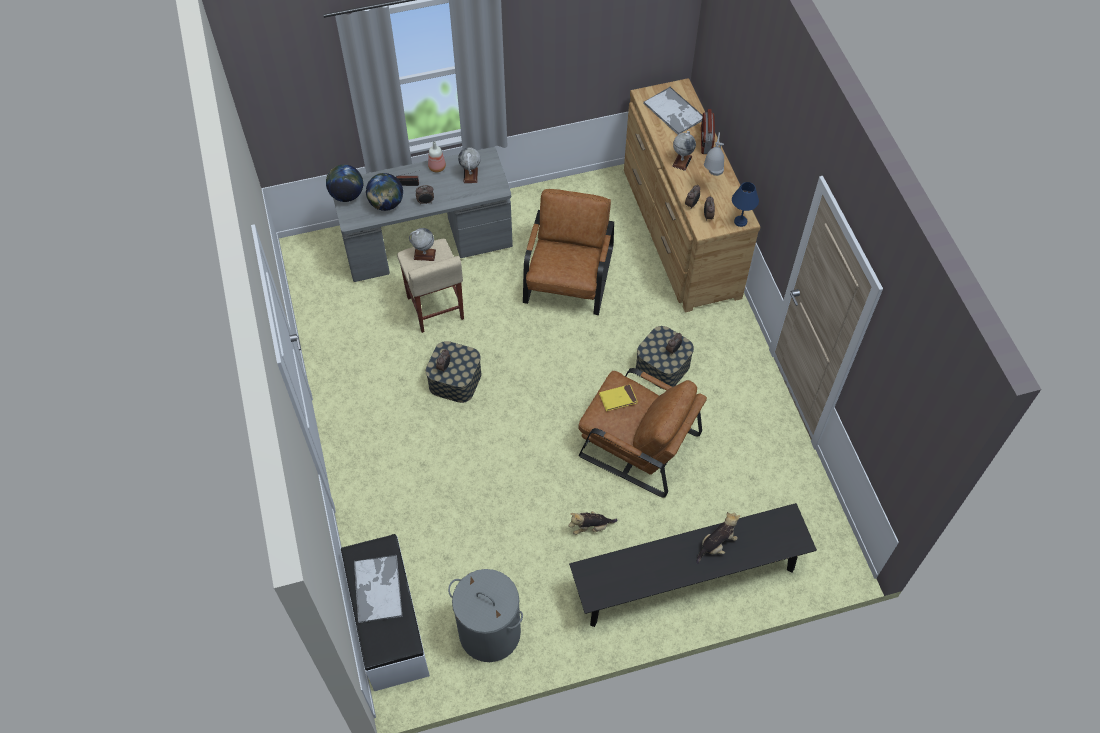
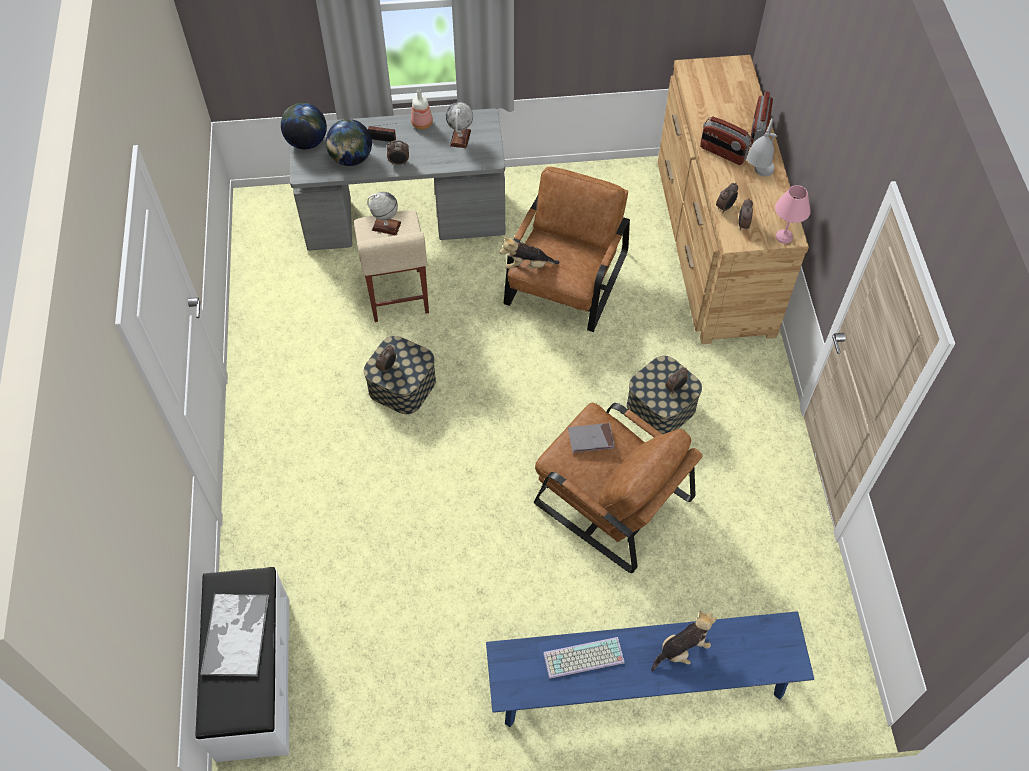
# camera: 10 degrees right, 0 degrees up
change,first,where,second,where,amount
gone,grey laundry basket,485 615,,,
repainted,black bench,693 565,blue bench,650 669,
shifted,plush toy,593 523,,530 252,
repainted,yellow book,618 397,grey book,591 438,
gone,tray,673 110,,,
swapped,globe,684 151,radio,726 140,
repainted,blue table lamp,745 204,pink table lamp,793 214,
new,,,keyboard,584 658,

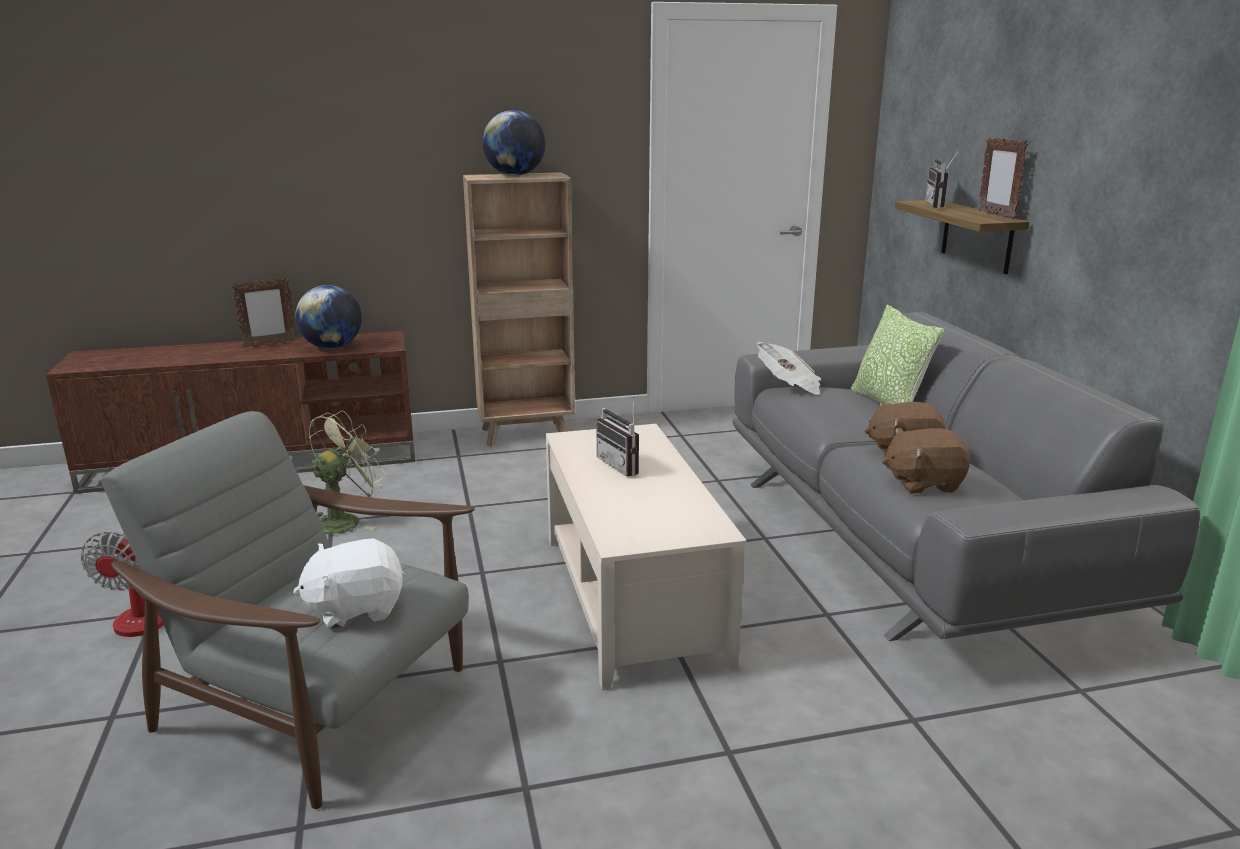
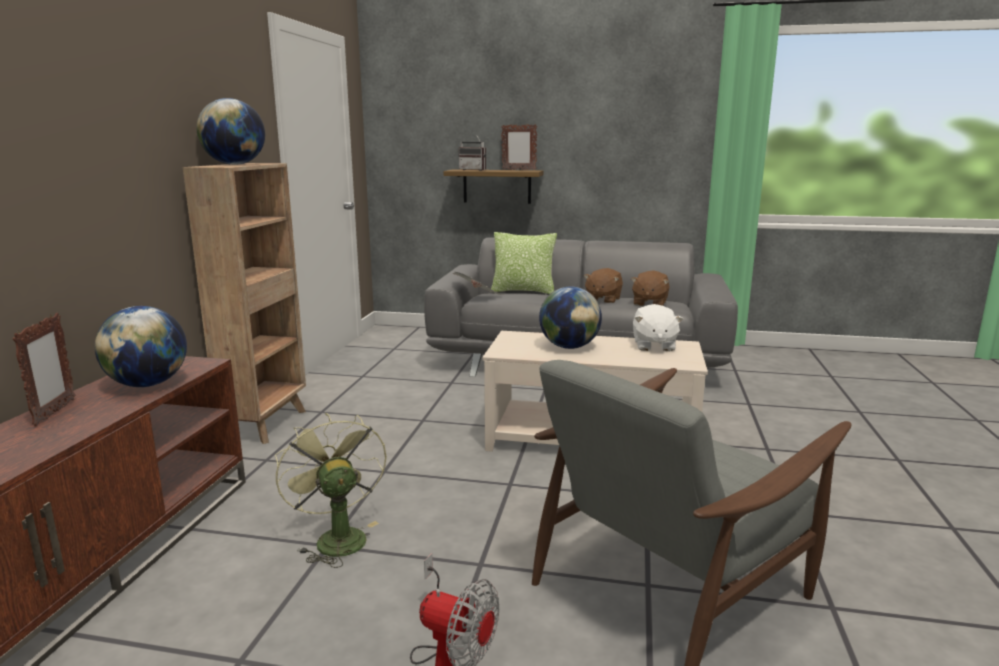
# camera: 65 degrees left, 5 degrees down
change,first,where,second,where,amount
shifted,white plush toy,349 583,,658 327,
swapped,radio,617 436,globe,570 317,

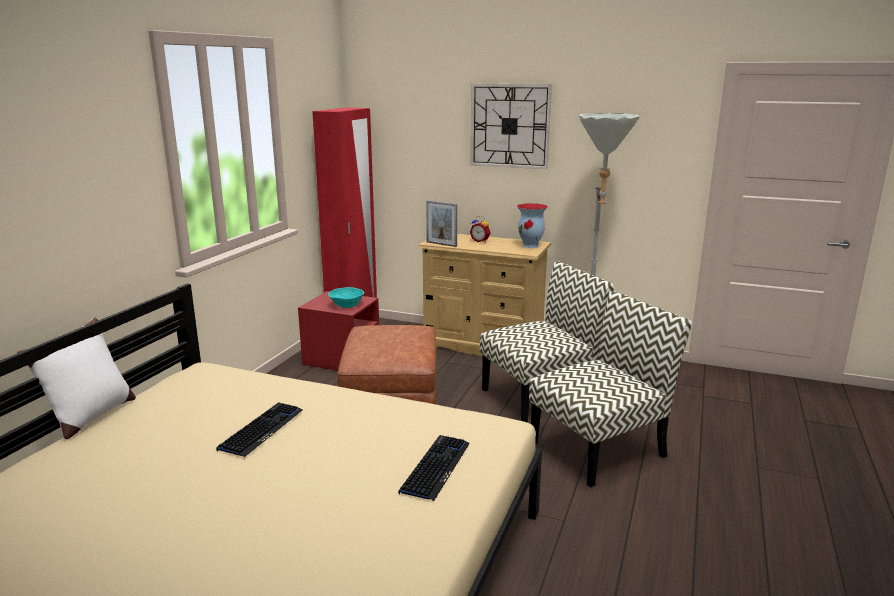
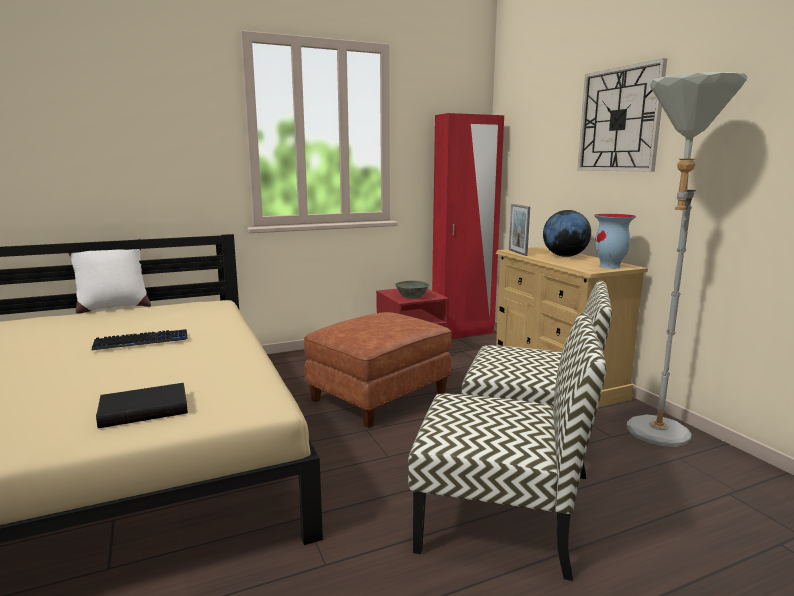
# camera: 45 degrees right, 5 degrees down
change,first,where,second,where,amount
repainted,turquoise bowl,346 297,grey bowl,412 290,
swapped,keyboard,434 468,black book,142 405,
swapped,alarm clock,480 229,globe,567 233,

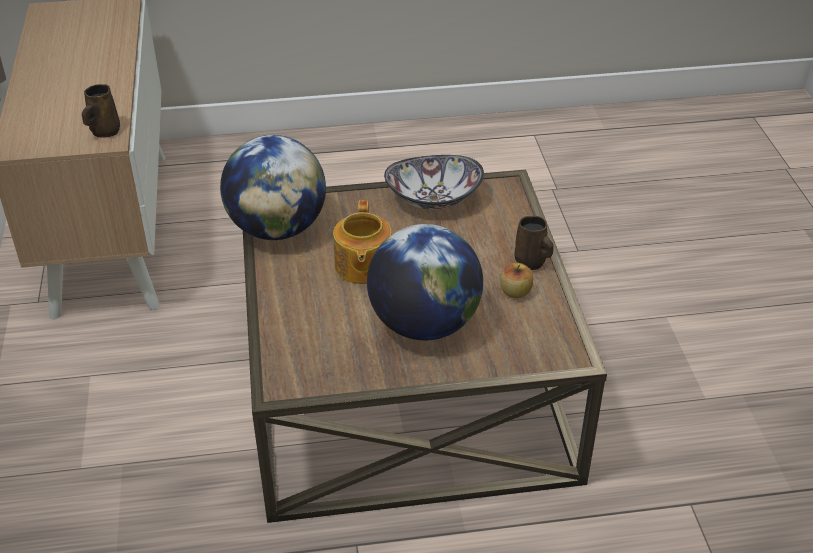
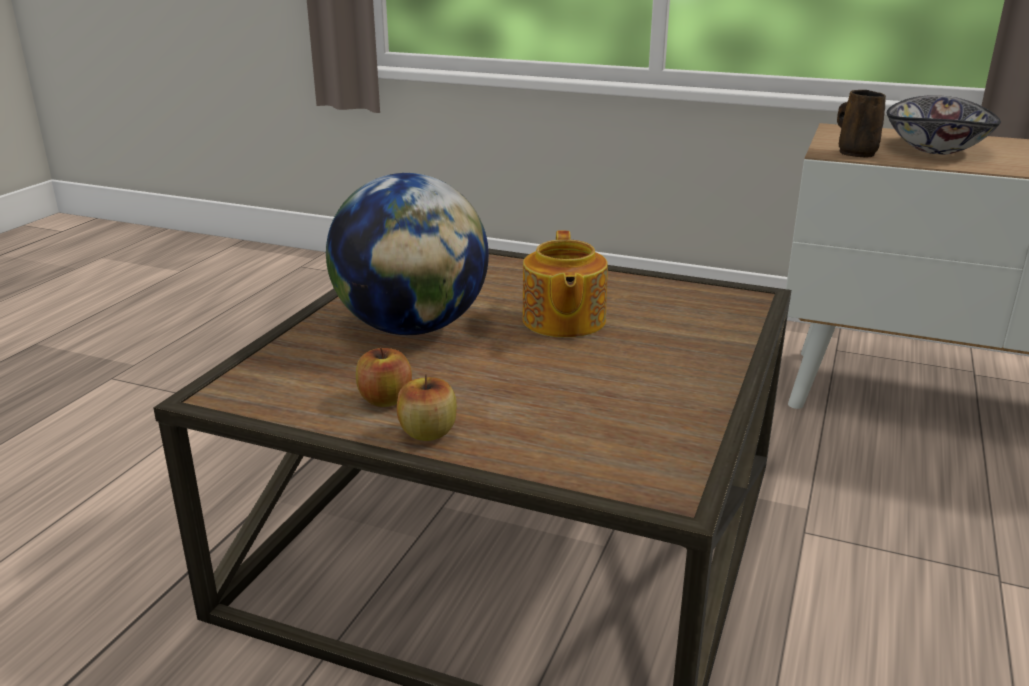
# camera: 120 degrees right, 15 degrees down
change,first,where,second,where,amount
gone,globe,273 187,,,
rotated,teapot,362 242,,565 284,120 degrees counterclockwise
shifted,bowl,434 182,,944 124,
swapped,brown mug,534 243,apple,427 407,

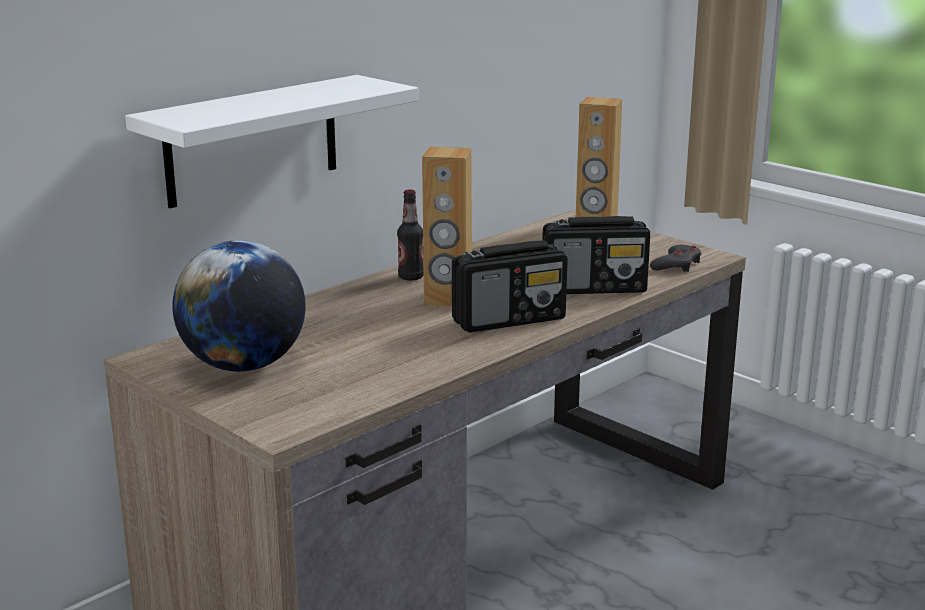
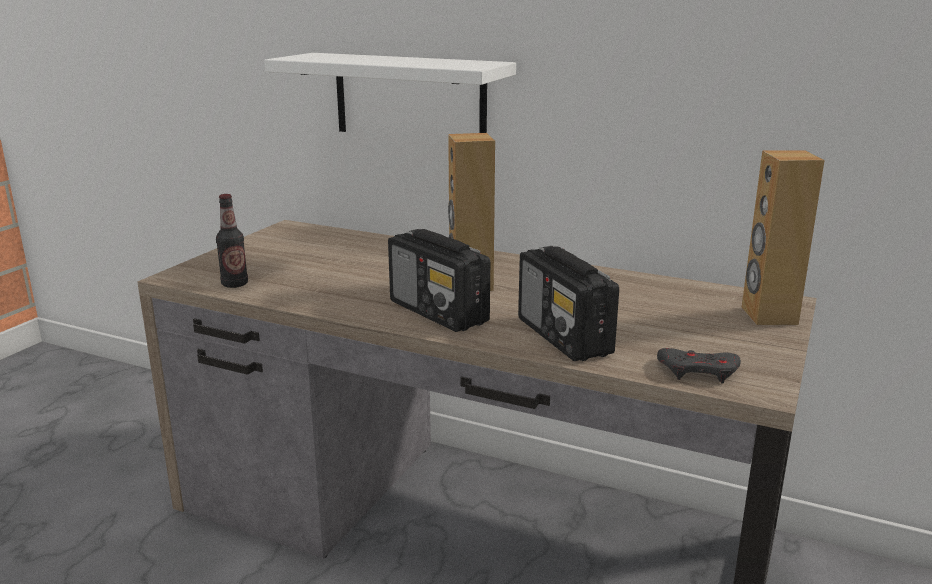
# camera: 70 degrees right, 0 degrees up
change,first,where,second,where,amount
gone,globe,239 306,,,
shifted,bottle,410 235,,232 241,

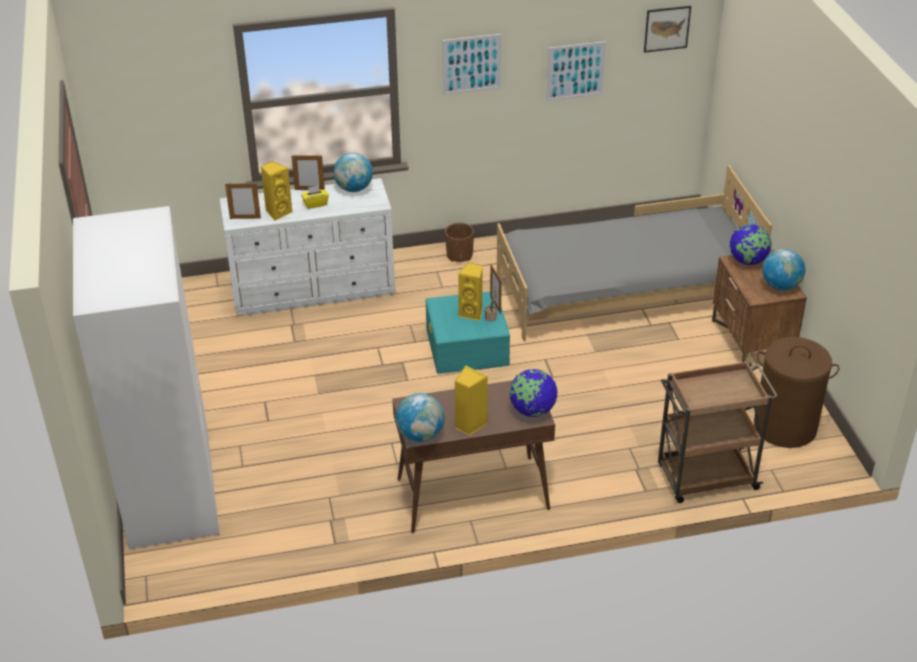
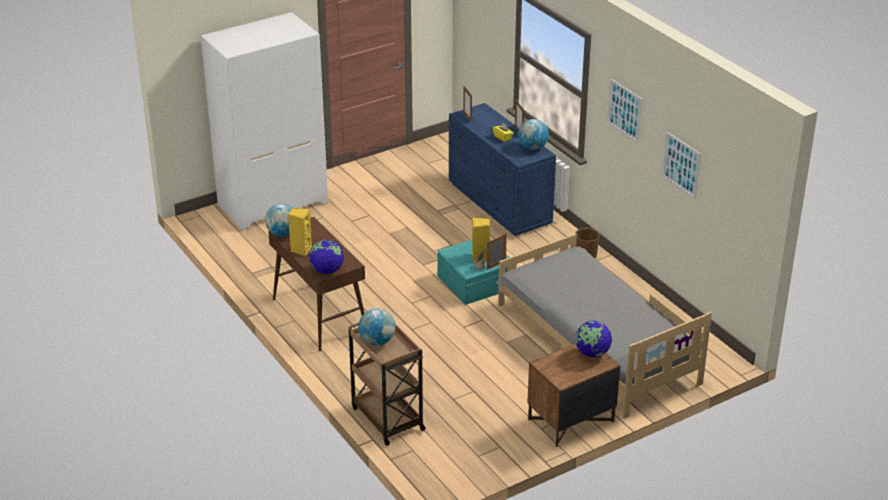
# camera: 70 degrees right, 5 degrees down
change,first,where,second,where,amount
repainted,white dresser,307 247,blue dresser,502 169,
gone,yellow speaker,276 191,,,
gone,picture,667 29,,,
gone,brown laundry basket,797 392,,,
shifted,globe,783 270,,376 327,

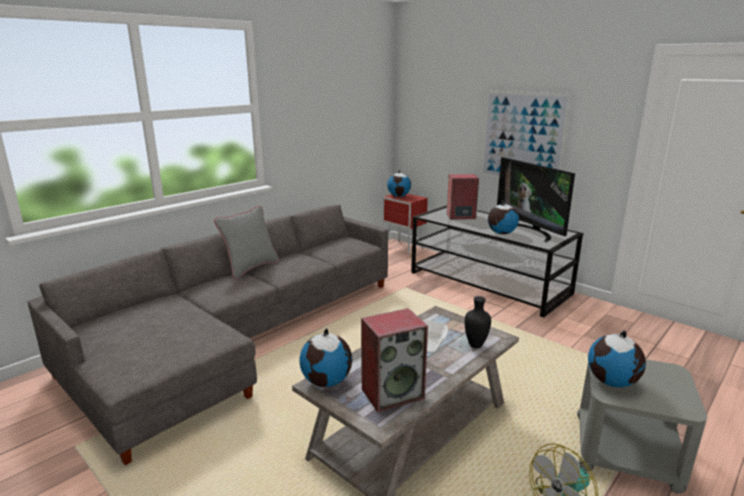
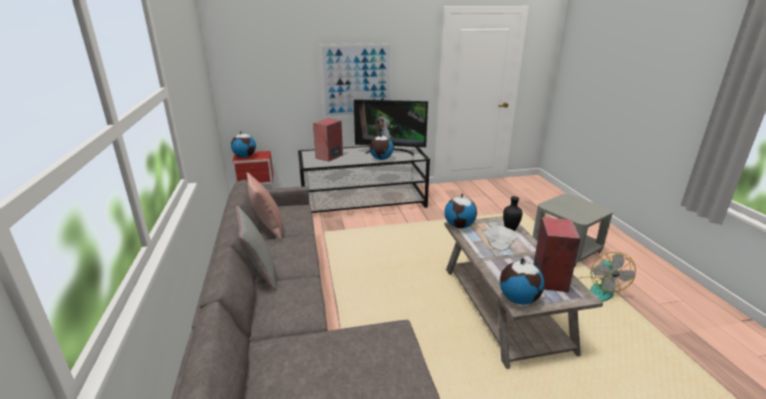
# camera: 55 degrees left, 5 degrees up
change,first,where,second,where,amount
shifted,globe,617 358,,461 210,
new,,,pink pillow,264 206,

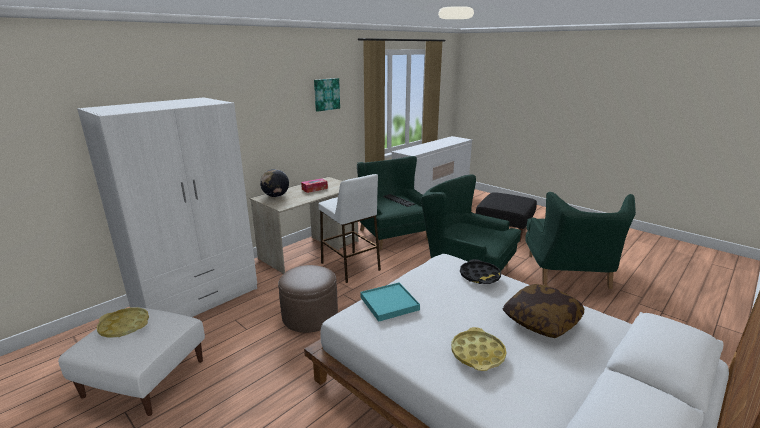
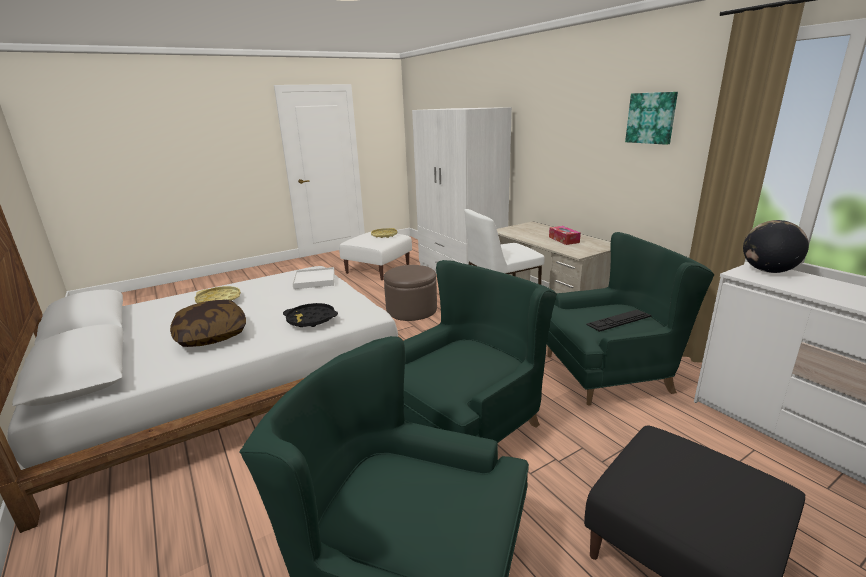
# camera: 105 degrees right, 0 degrees up
change,first,where,second,where,amount
shifted,globe,274 183,,776 246,
repainted,turquoise tray,390 302,white tray,313 278,

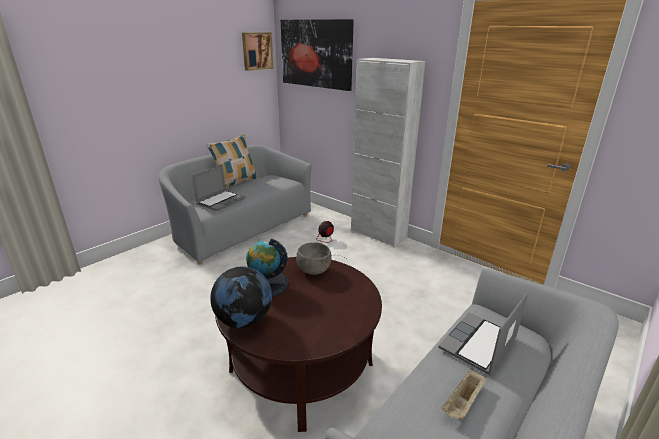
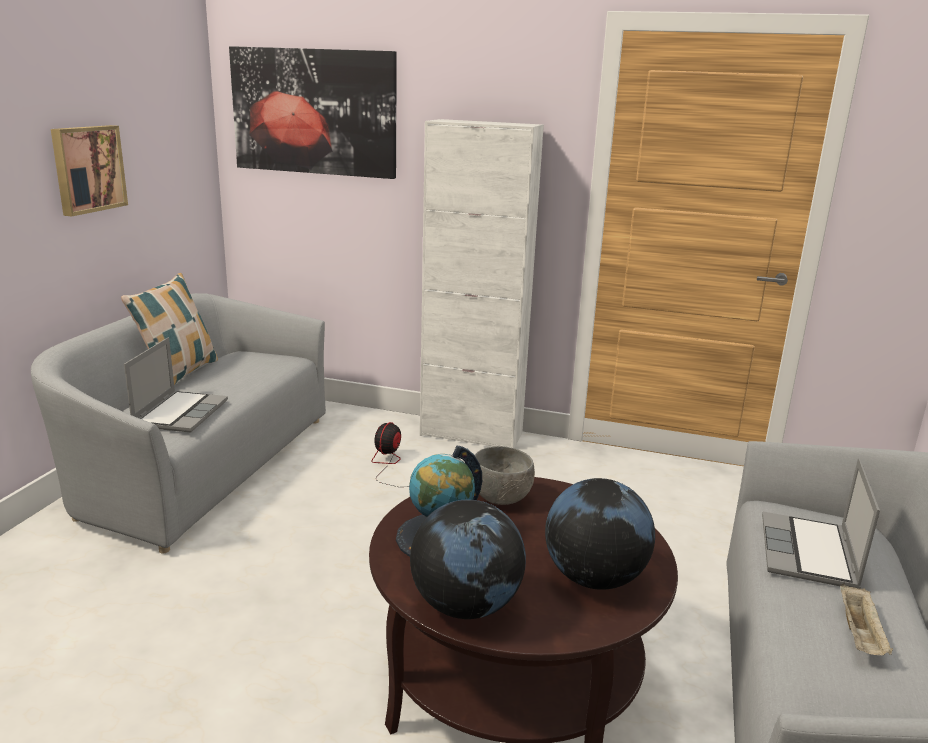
# camera: 25 degrees left, 5 degrees down
change,first,where,second,where,amount
shifted,picture,257 51,,89 170,
new,,,globe,600 534,

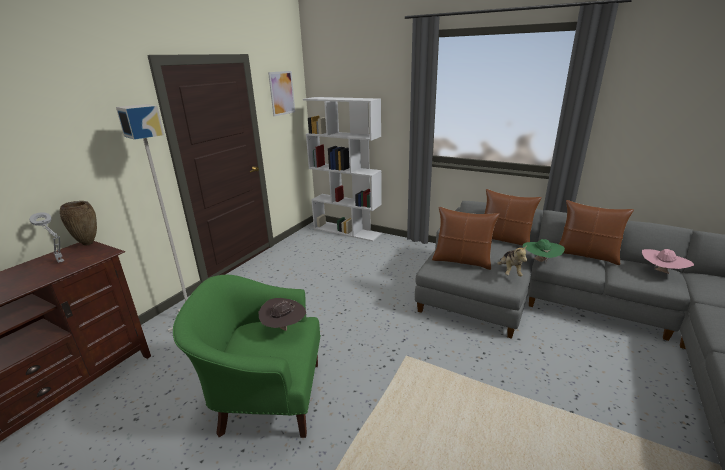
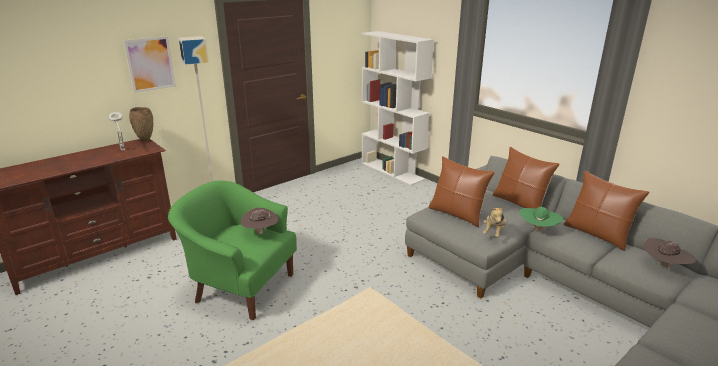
# camera: 20 degrees right, 0 degrees up
change,first,where,second,where,amount
shifted,picture,281 93,,149 64,
repainted,pink hat,668 261,brown hat,669 253,

